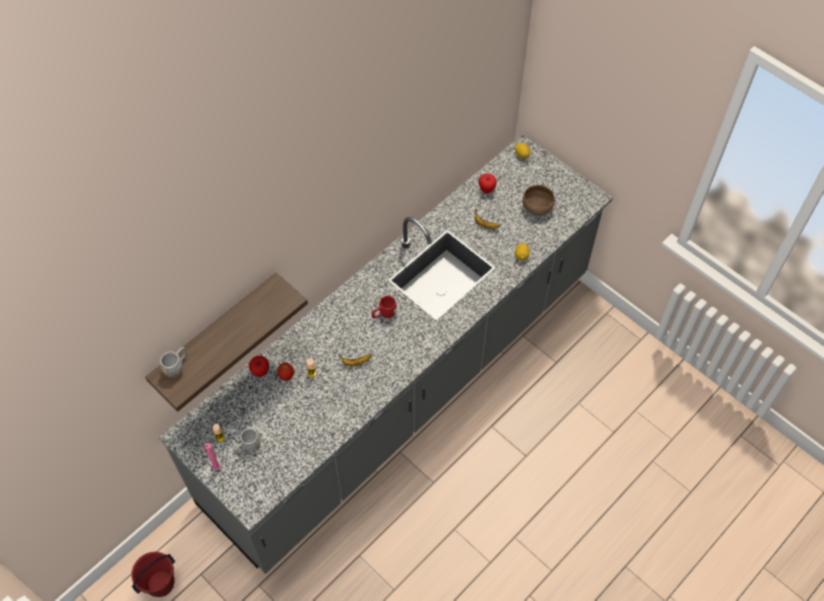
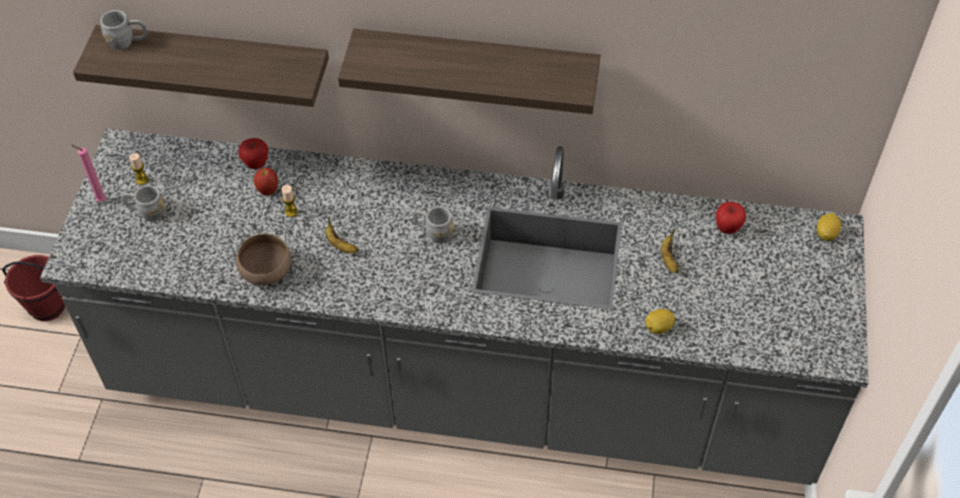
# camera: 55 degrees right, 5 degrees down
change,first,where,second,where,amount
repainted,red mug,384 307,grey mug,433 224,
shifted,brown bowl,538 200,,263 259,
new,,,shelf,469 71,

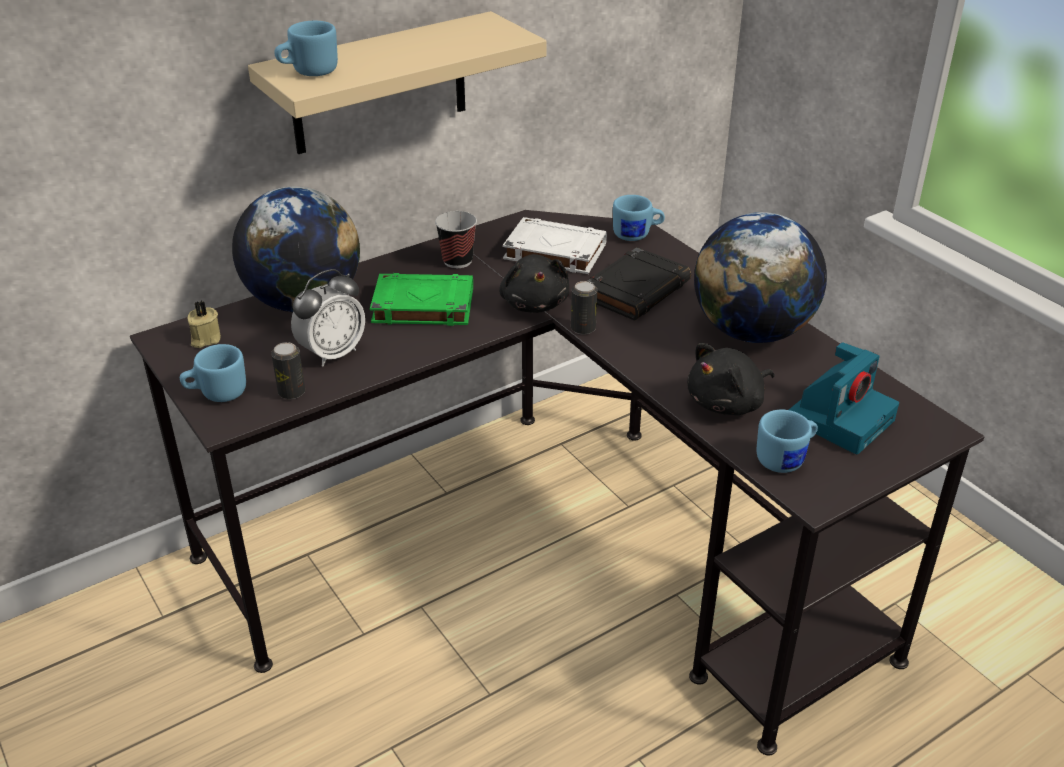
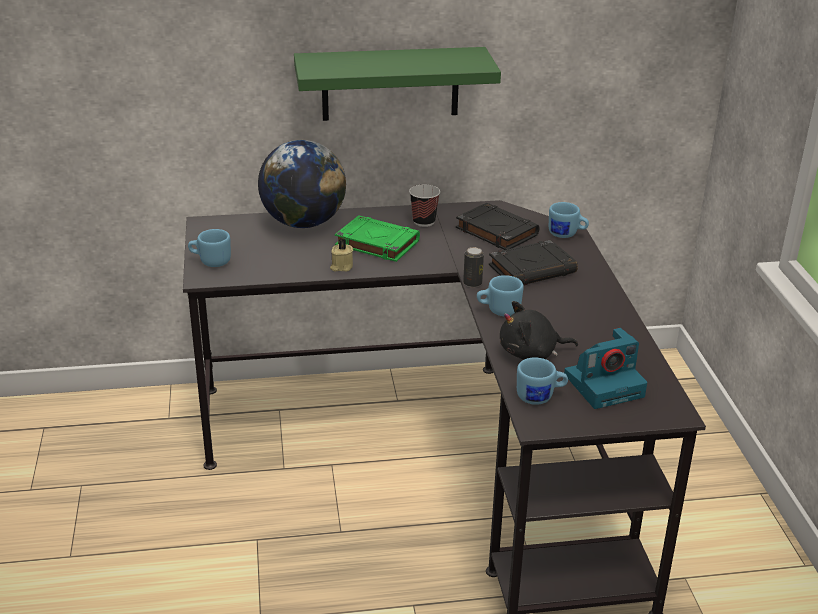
# camera: 25 degrees right, 5 degrees down
change,first,where,second,where,amount
shifted,beige candle,204 324,,341 255,
repainted,beige shelf,397 82,green shelf,397 84,
gone,can,288 371,,,
shifted,blue mug,306 48,,500 295,
gone,alarm clock,328 317,,,
gone,black plush toy,534 283,,,
repainted,white book,555 245,black book,497 226,
gone,globe,760 277,,,

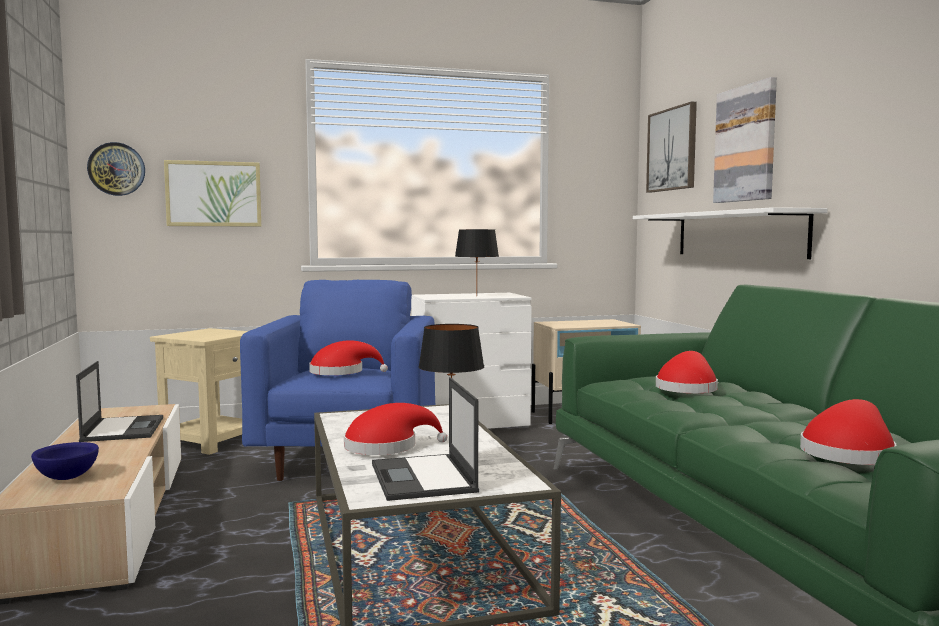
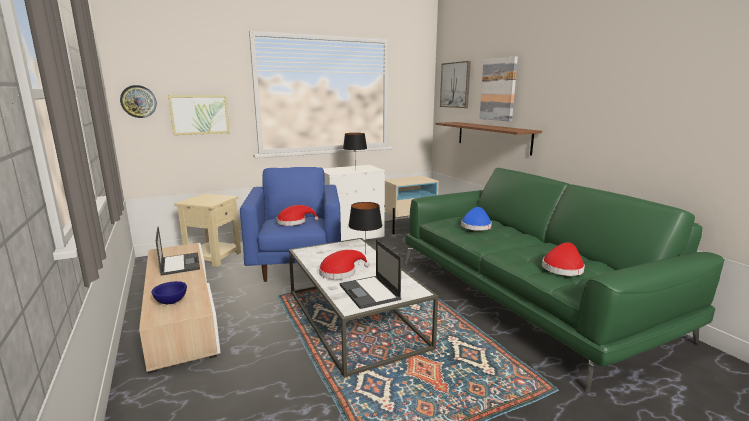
# camera: 10 degrees left, 10 degrees up
change,first,where,second,where,amount
repainted,white shelf,730 233,brown shelf,488 139,
repainted,red hat,687 372,blue hat,476 219,

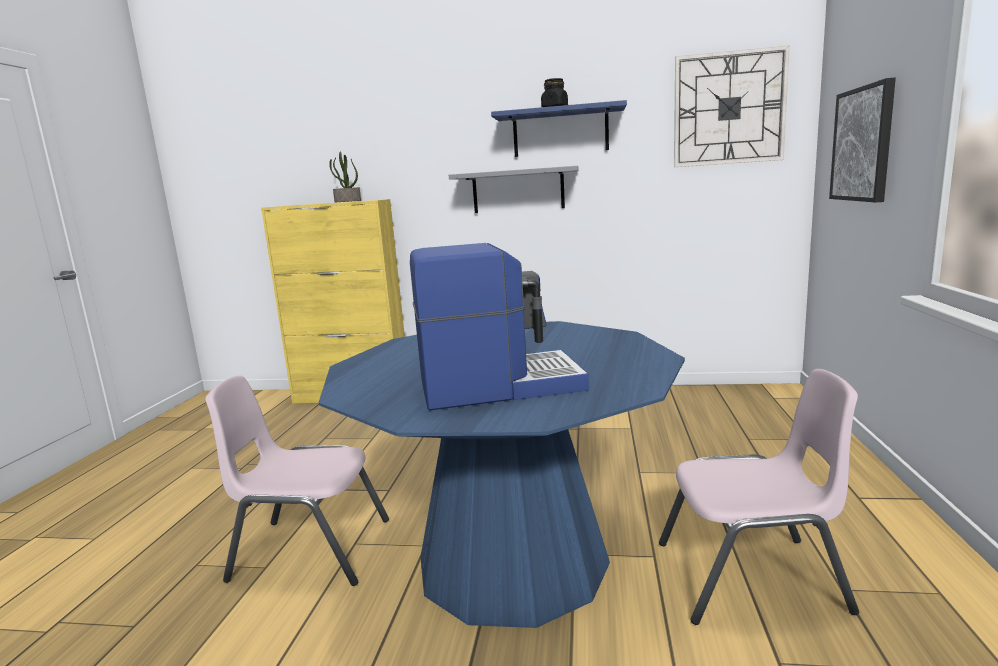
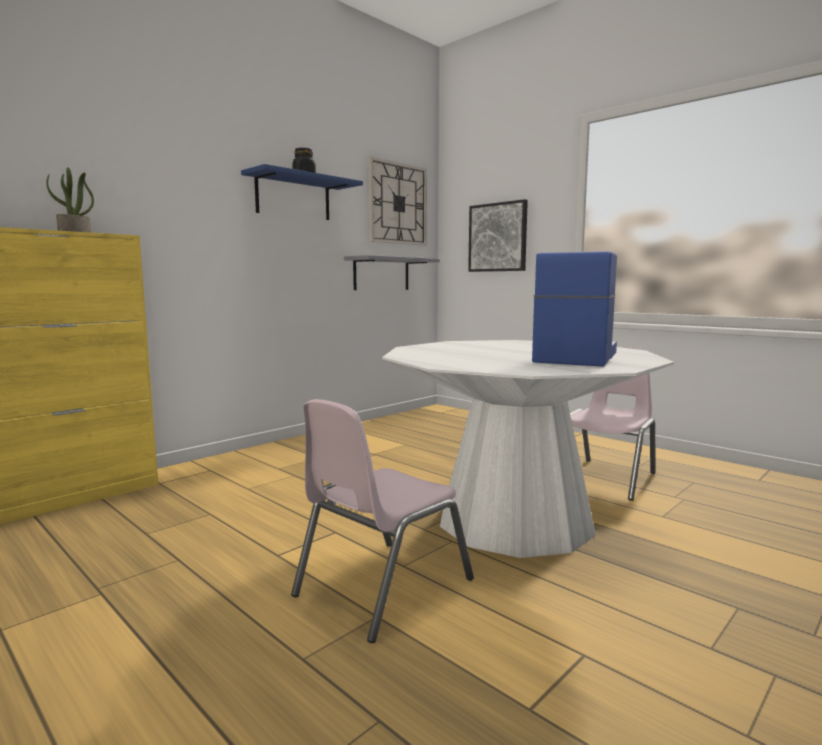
# camera: 55 degrees left, 5 degrees down
change,first,where,second,where,amount
repainted,blue dining table,502 474,white dining table,528 449,
shifted,grey shelf,514 189,,392 272,

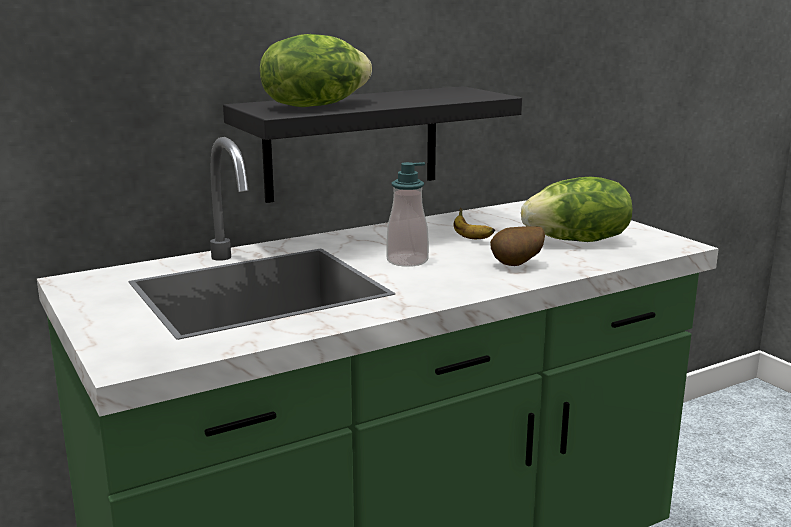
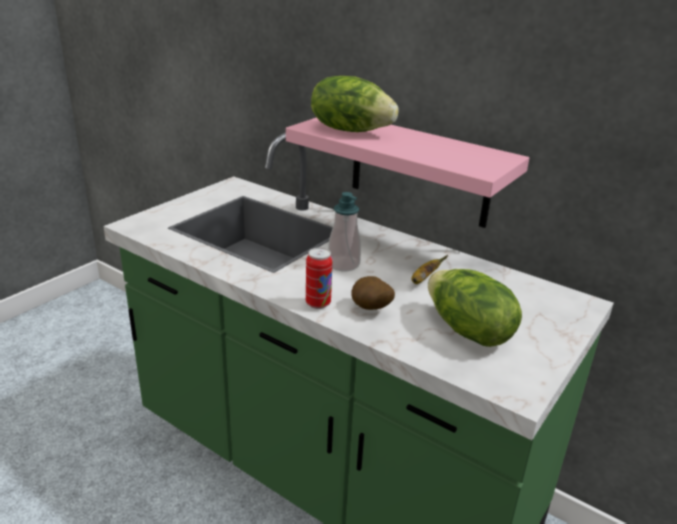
# camera: 65 degrees right, 10 degrees up
change,first,where,second,where,amount
repainted,black shelf,372 144,pink shelf,408 172,
new,,,can,319 278,

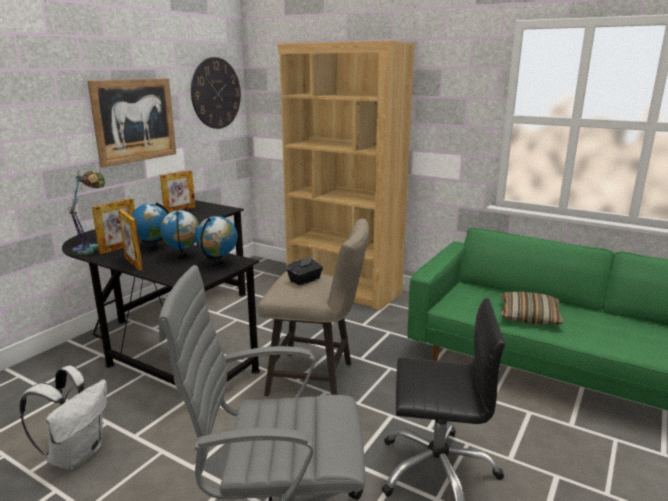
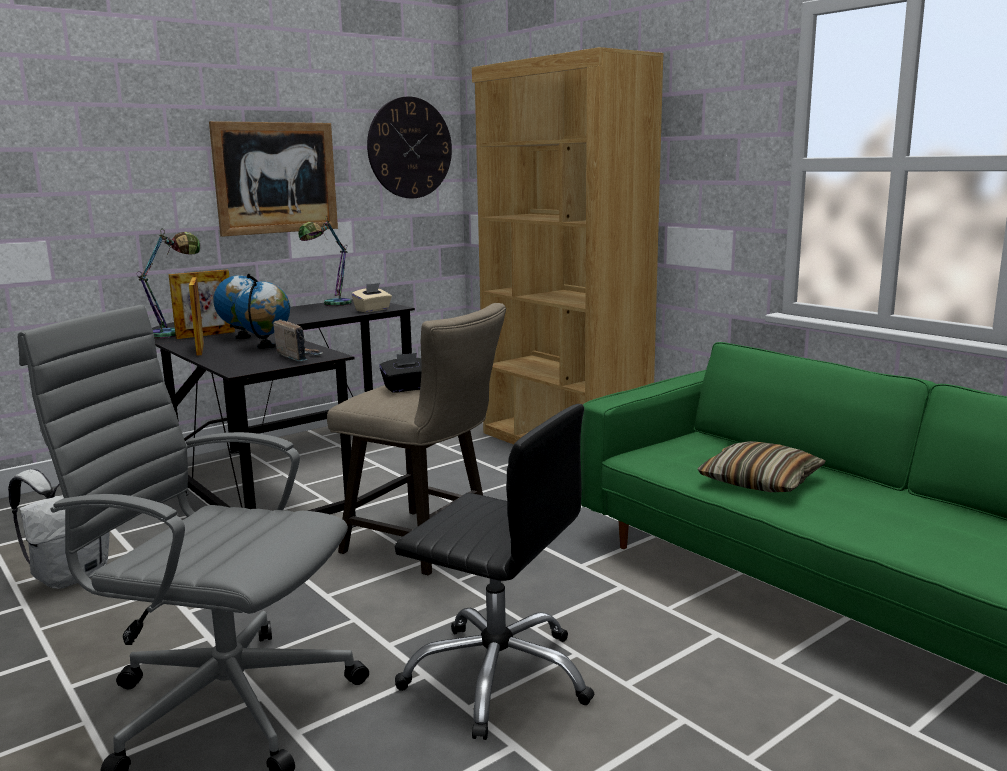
# camera: 20 degrees right, 5 degrees down
change,first,where,second,where,amount
swapped,picture frame,178 191,table lamp,325 261,
swapped,globe,217 241,radio,298 340,
new,,,beige tissue box,371 298,

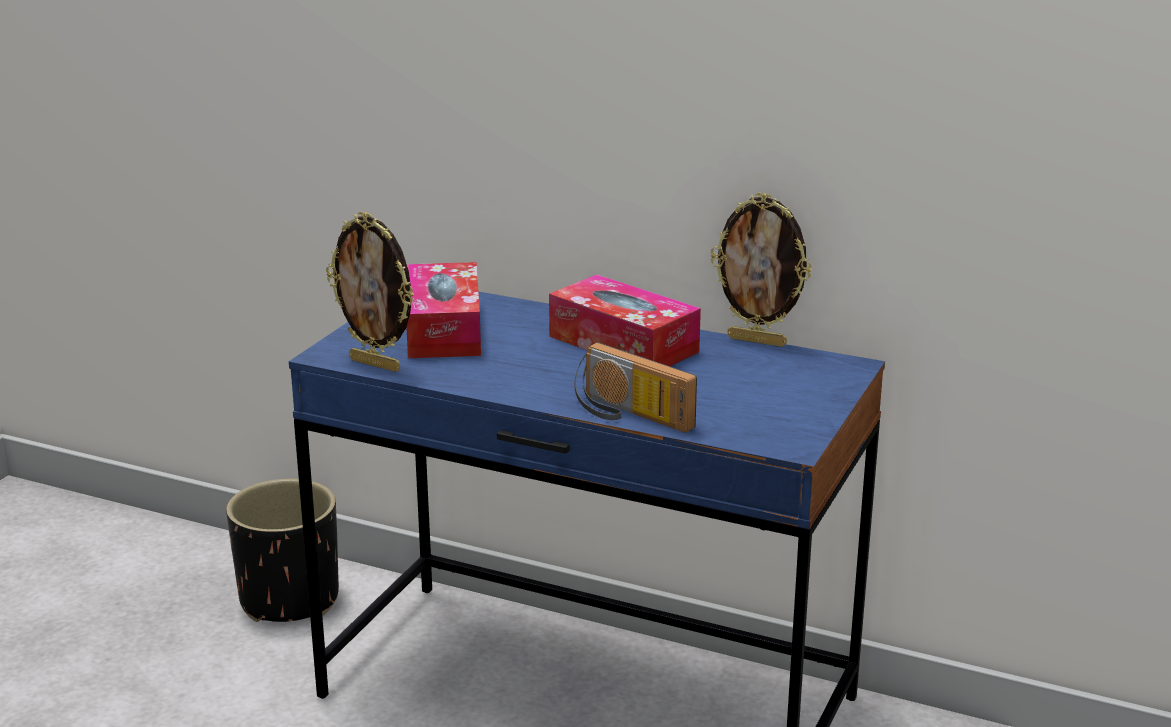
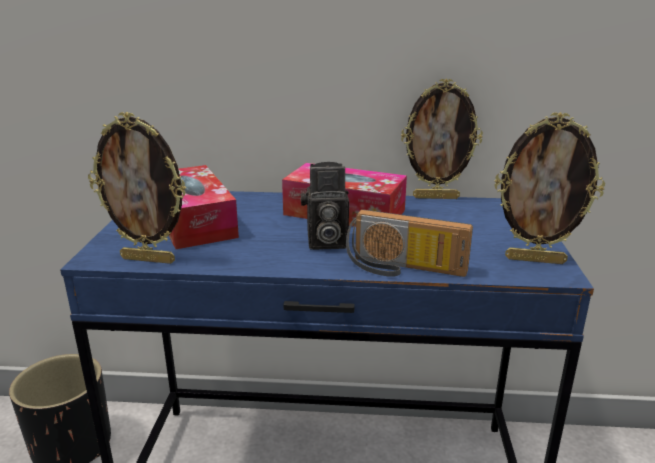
# camera: 20 degrees left, 0 degrees up
change,first,where,second,where,amount
new,,,photo camera,324 206,
new,,,picture frame,550 188,

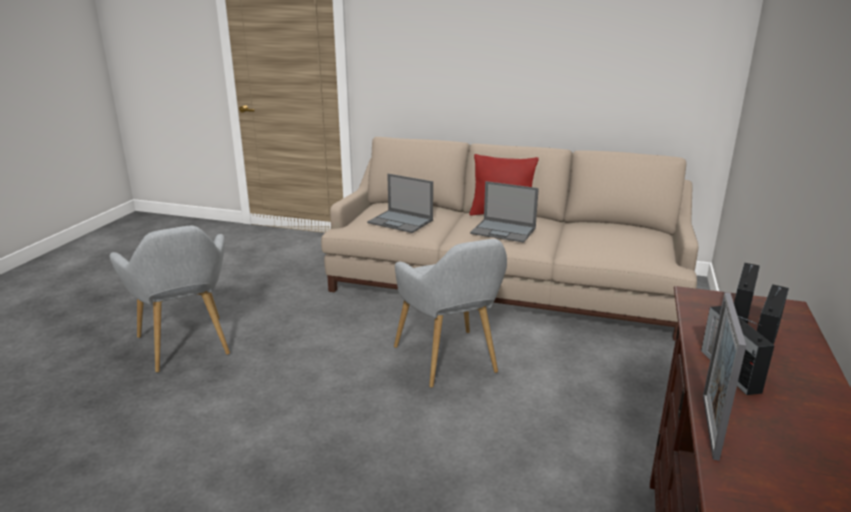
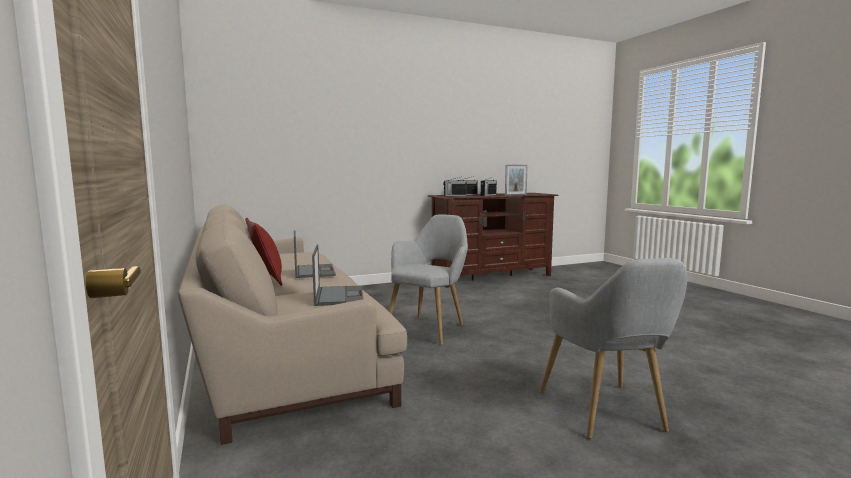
# camera: 130 degrees left, 15 degrees down
change,first,where,second,where,amount
rotated,grey armchair,169 299,,613 348,150 degrees clockwise

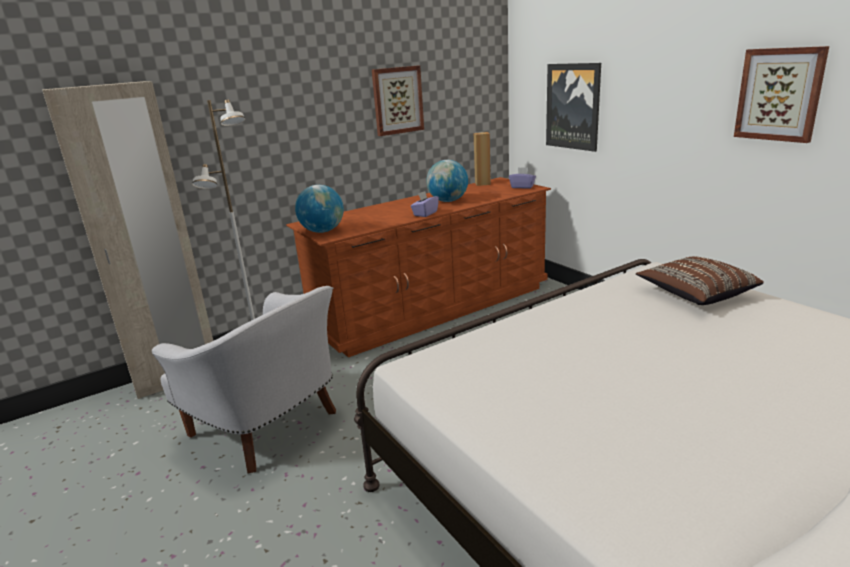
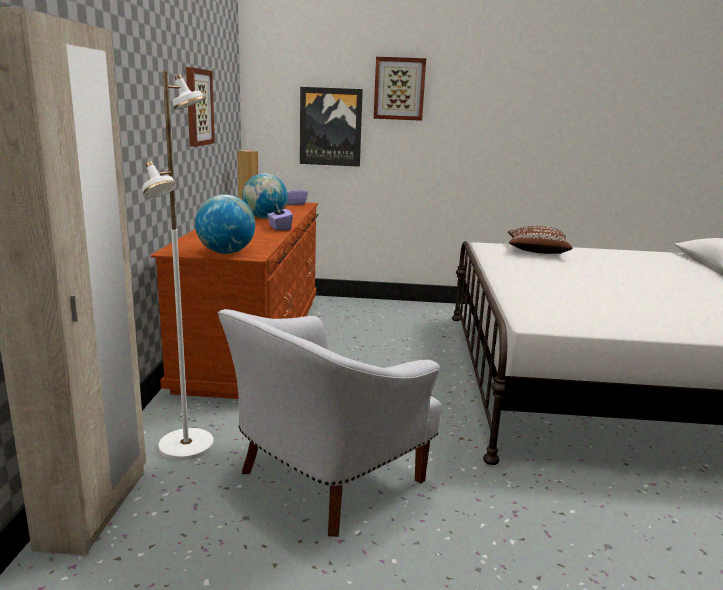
# camera: 55 degrees left, 5 degrees down
change,first,where,second,where,amount
rotated,white armchair,244 380,,330 423,150 degrees clockwise
shifted,picture,781 94,,399 89,

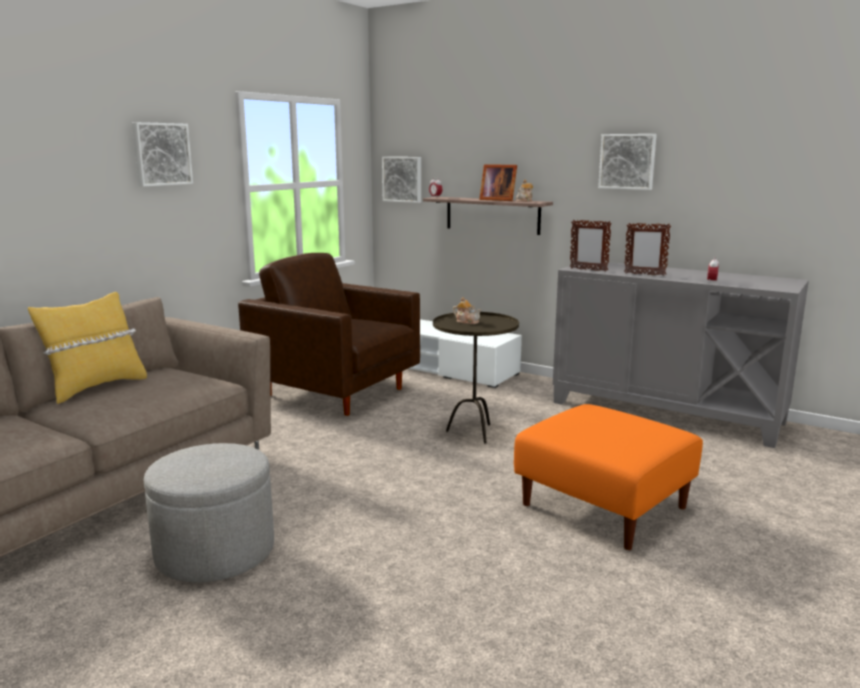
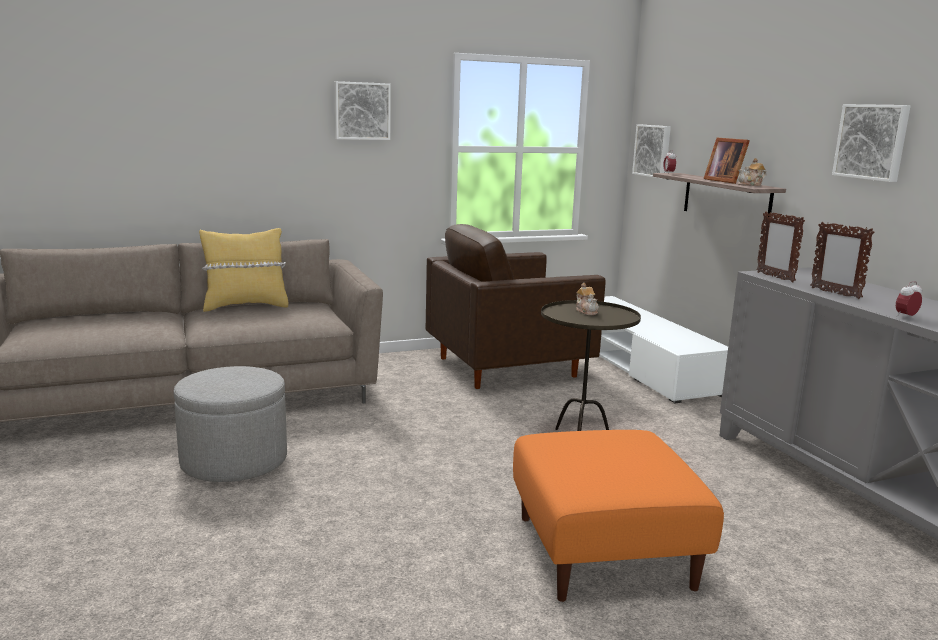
# camera: 35 degrees right, 0 degrees up
change,first,where,second,where,amount
rotated,brown armchair,329 334,,515 306,90 degrees counterclockwise

